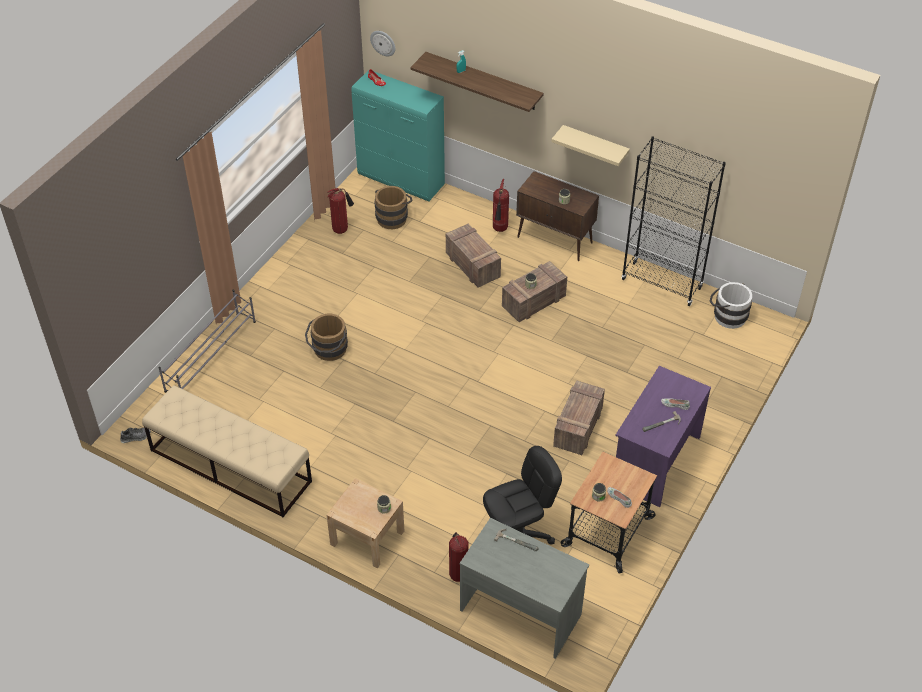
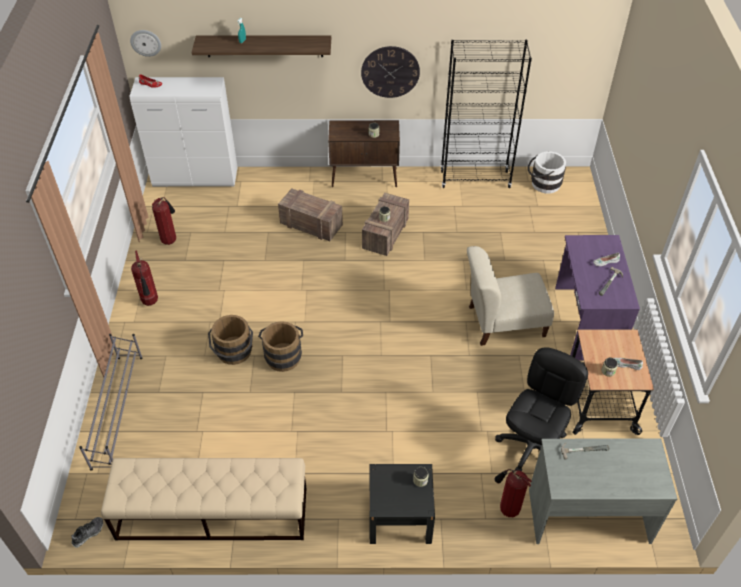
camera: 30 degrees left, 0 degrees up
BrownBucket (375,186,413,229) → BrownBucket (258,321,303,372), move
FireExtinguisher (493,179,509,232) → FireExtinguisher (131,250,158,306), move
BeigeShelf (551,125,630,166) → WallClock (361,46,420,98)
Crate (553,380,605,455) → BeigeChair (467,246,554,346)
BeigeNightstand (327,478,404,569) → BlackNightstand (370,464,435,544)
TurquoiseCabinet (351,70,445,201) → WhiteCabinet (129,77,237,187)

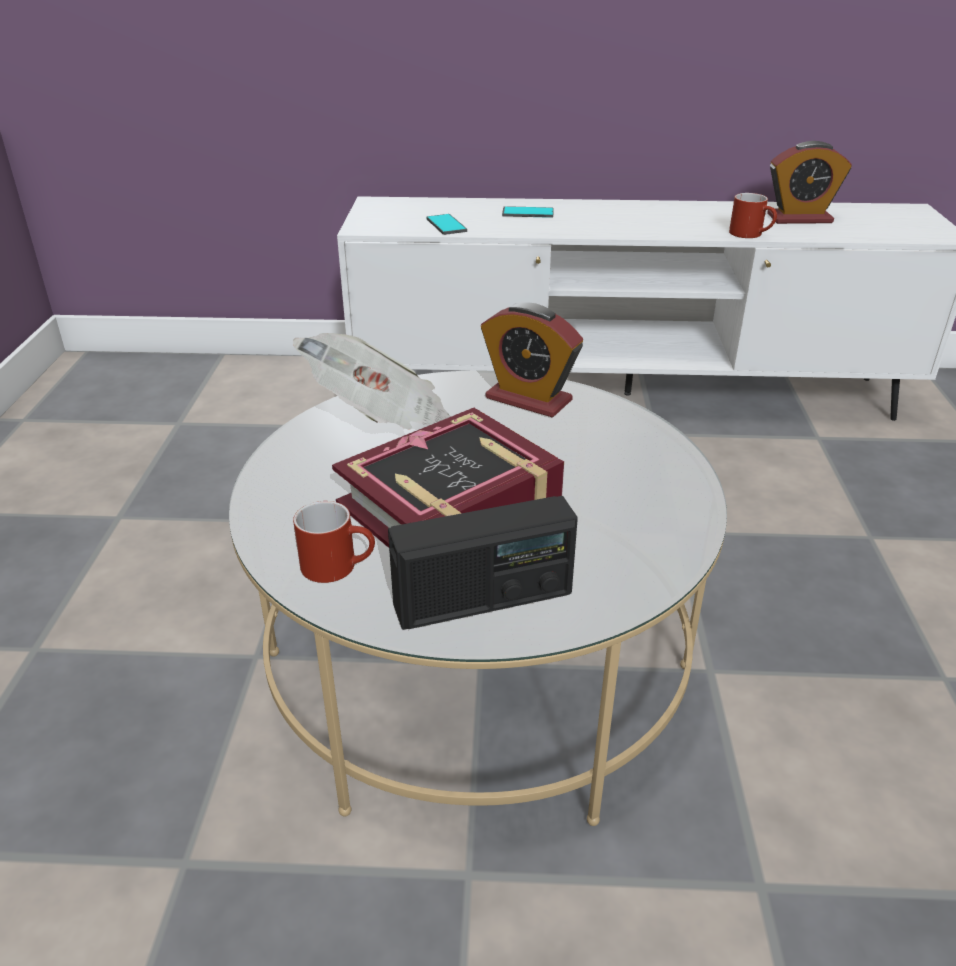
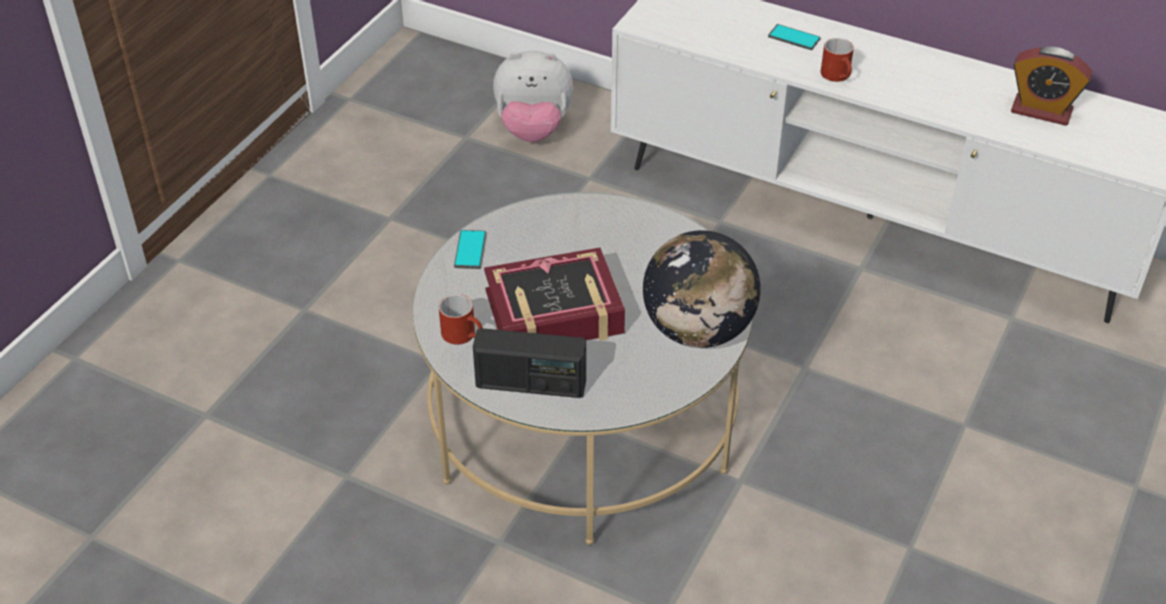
camera: 25 degrees right, 10 degrees up
Newspaper (293,333,451,430) → -
AlarmClock (481,302,583,417) → -
- → PlushToy (493,51,573,142)
- → Globe (643,230,761,348)
Phone (426,214,467,235) → Phone (454,230,486,269), move
RedMug (729,193,777,238) → RedMug (821,38,854,82), move

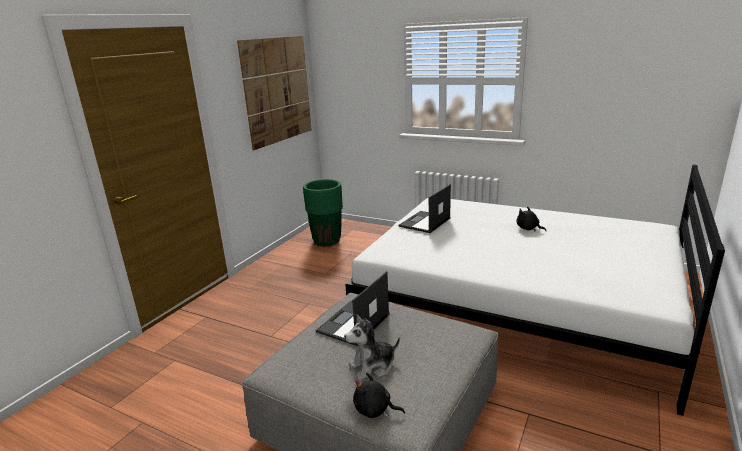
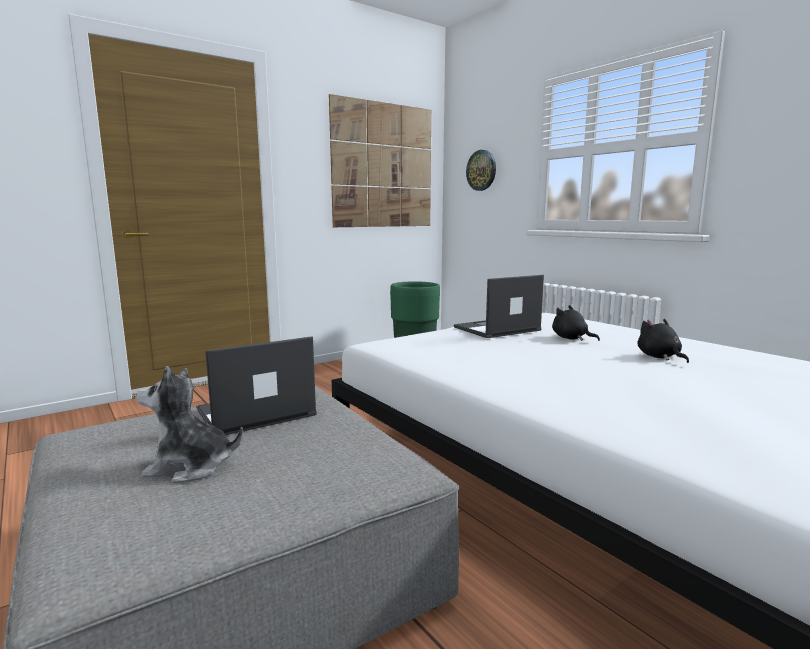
camera: 25 degrees right, 10 degrees down
- → WallClock (466,150,496,191)
BlackPlushToy (353,373,405,418) → BlackPlushToy (552,305,600,341), move

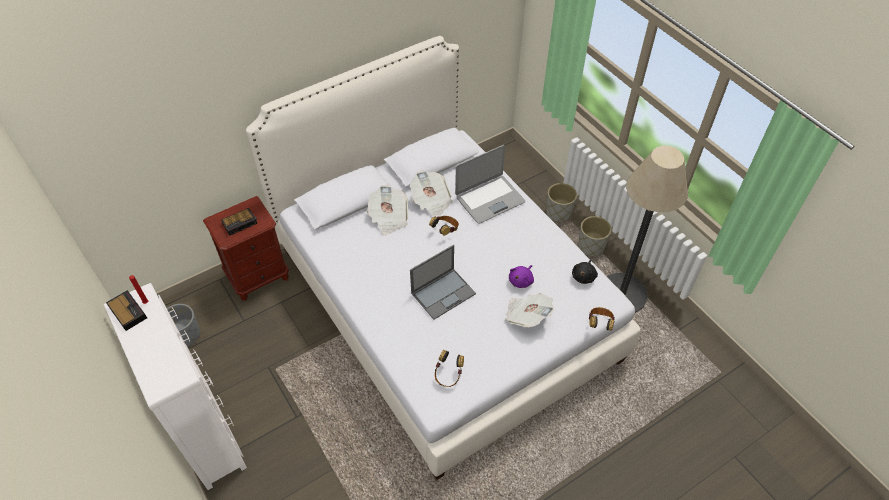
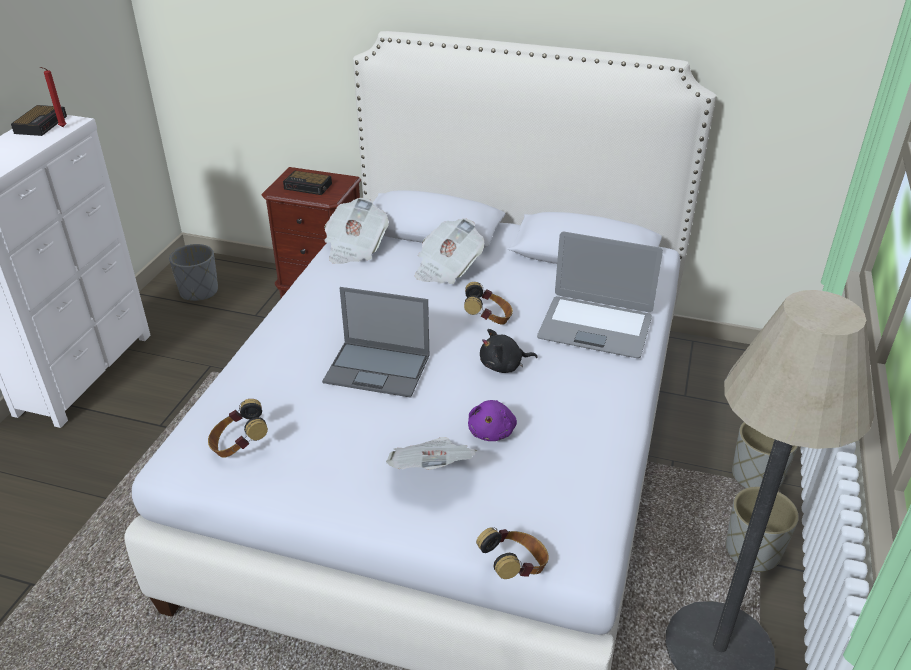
camera: 50 degrees right, 15 degrees down
Newspaper (410,170,453,217) → Newspaper (324,198,389,264), move
BlackPlushToy (572,260,598,284) → BlackPlushToy (480,329,538,373), move
PurplePlushToy (509,265,534,288) → PurplePlushToy (468,400,517,441), 75 degrees counterclockwise

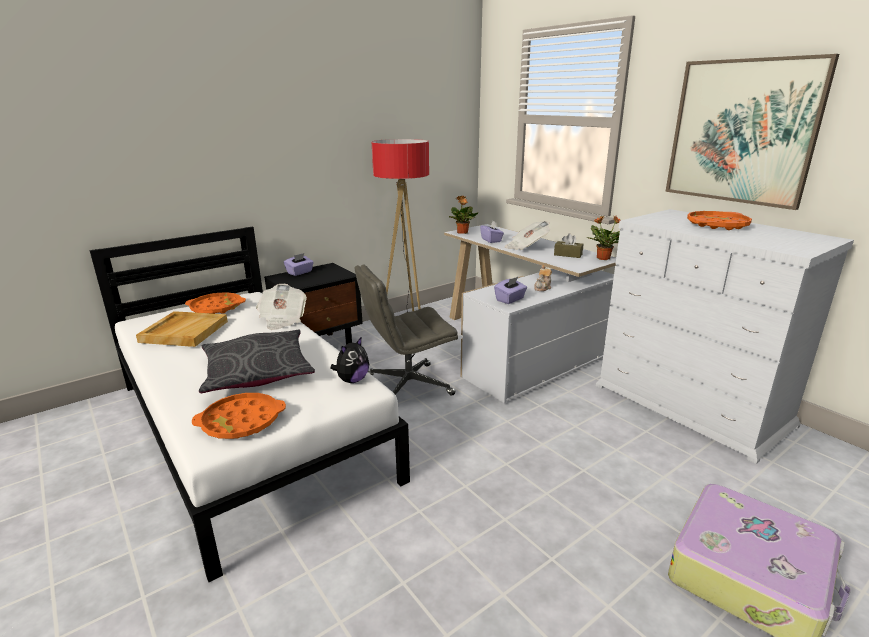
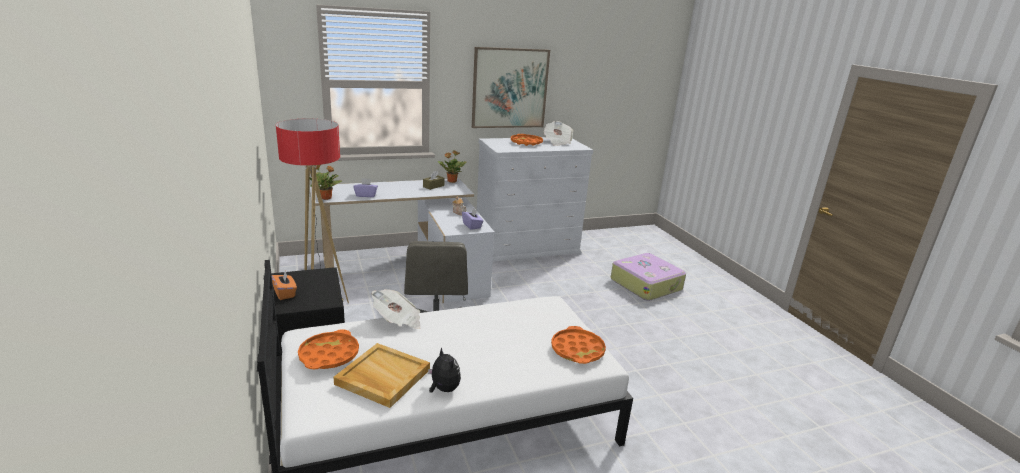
camera: 75 degrees left, 0 degrees up
GreyPillow (199,330,315,393) → -
PlushToy (330,338,369,383) → PlushToy (428,347,461,393), move
Newspaper (505,221,550,250) → Newspaper (543,121,573,146), move
PurpleTissueBox (284,253,314,276) → OrangeTissueBox (272,271,297,300)

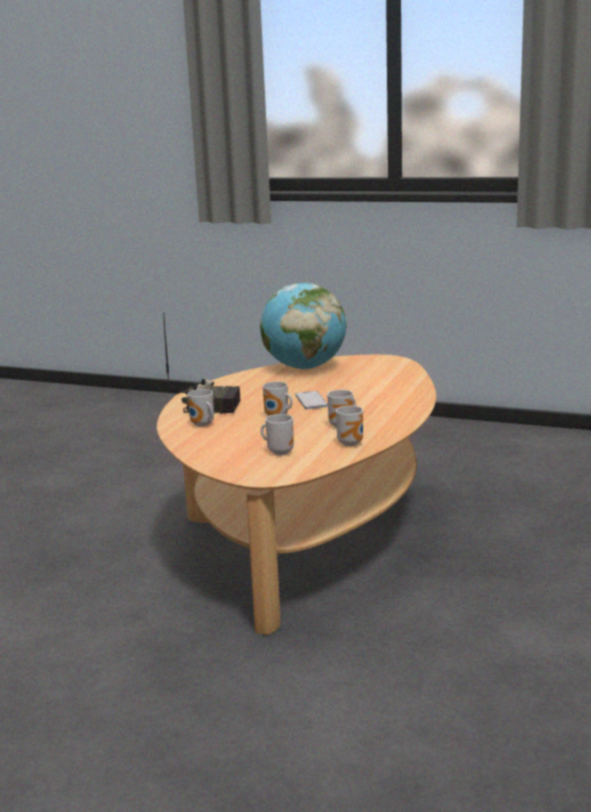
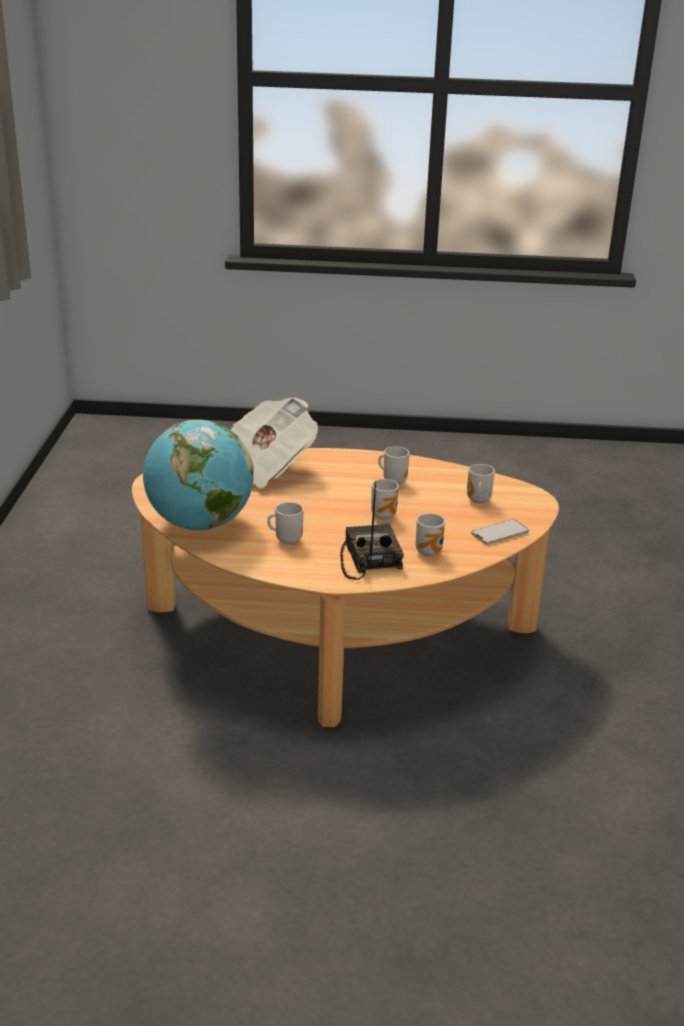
camera: 110 degrees left, 10 degrees up
- → Newspaper (230,398,318,488)
Phone (296,391,328,409) → Phone (471,519,529,545), move
Mug (336,406,363,446) → Mug (267,502,304,545), move

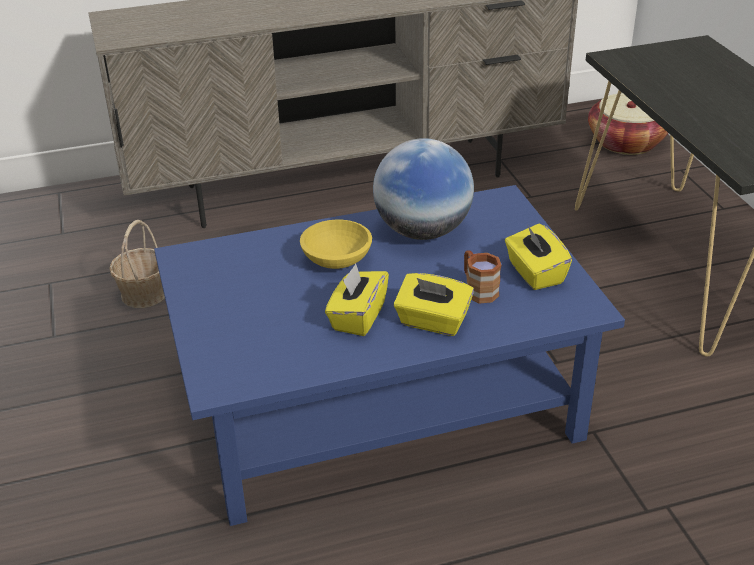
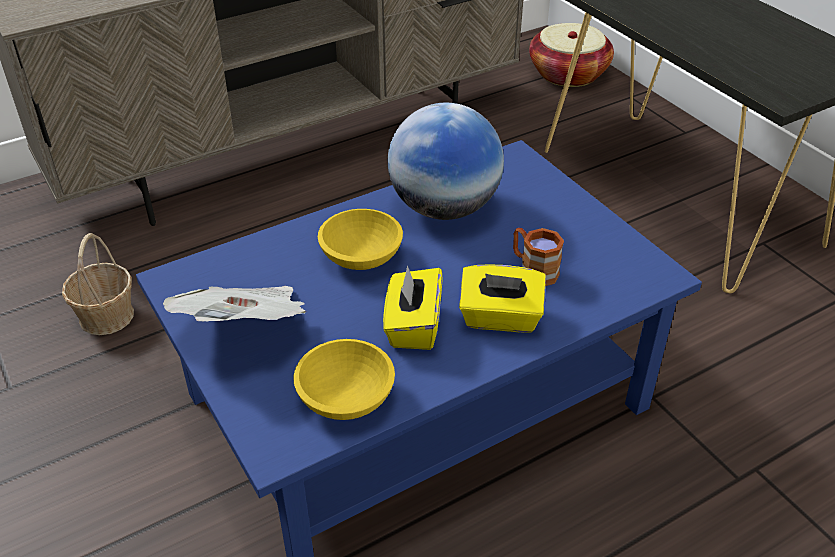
camera: 15 degrees left, 5 degrees up
YellowTissueBox (505,224,572,290) → -
- → Newspaper (163,286,306,321)
- → YellowBowl (294,339,395,420)

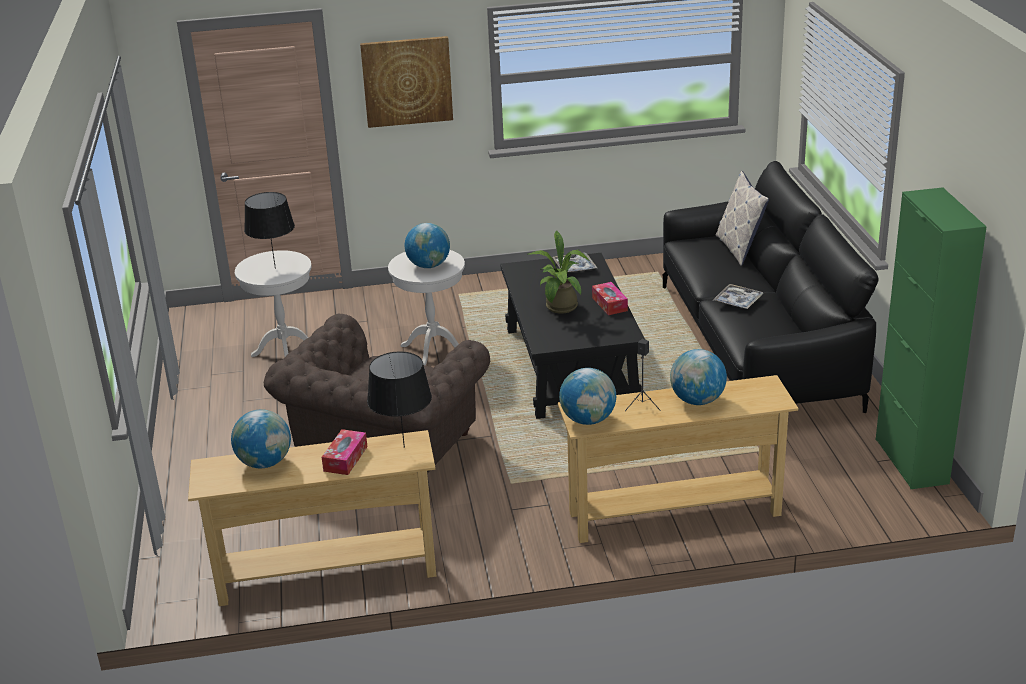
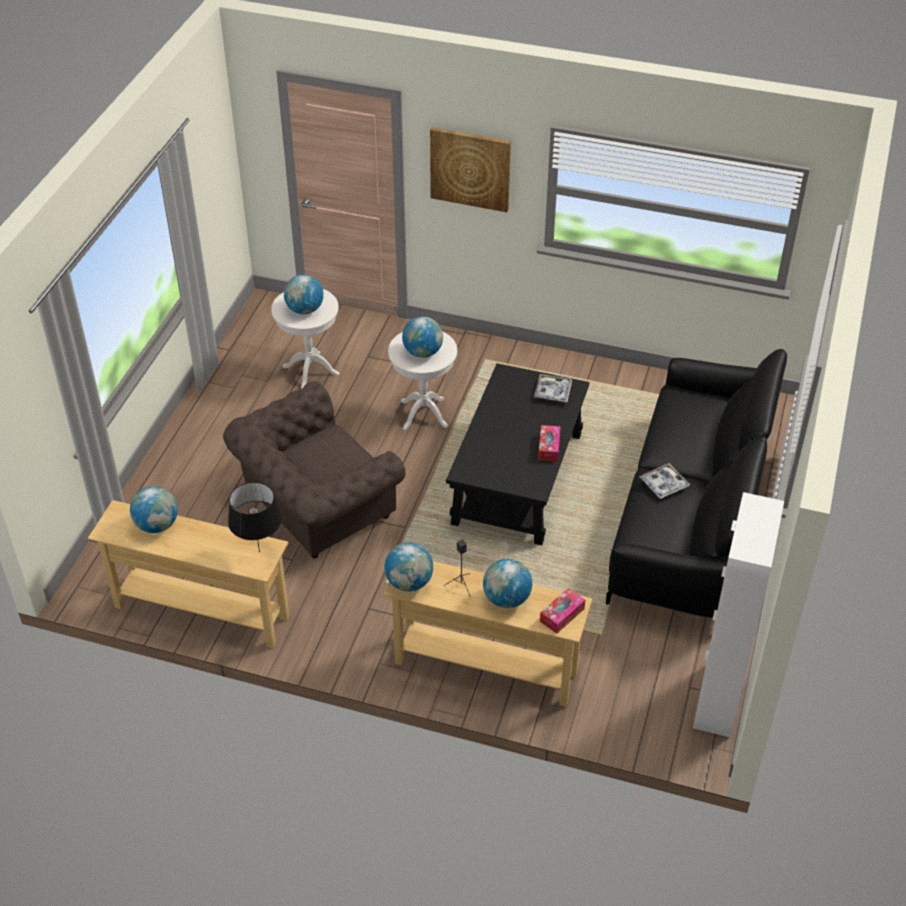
camera: 25 degrees right, 15 degrees up
PottedPlant (528,231,590,314) → -
Pillow (716,171,769,266) → -
TissueBox (322,429,367,475) → TissueBox (540,588,585,634), move
BlackTableLamp (244,192,295,269) → Globe (284,274,324,314)
GreenCabinet (876,187,987,489) → WhiteCabinet (693,492,784,737)

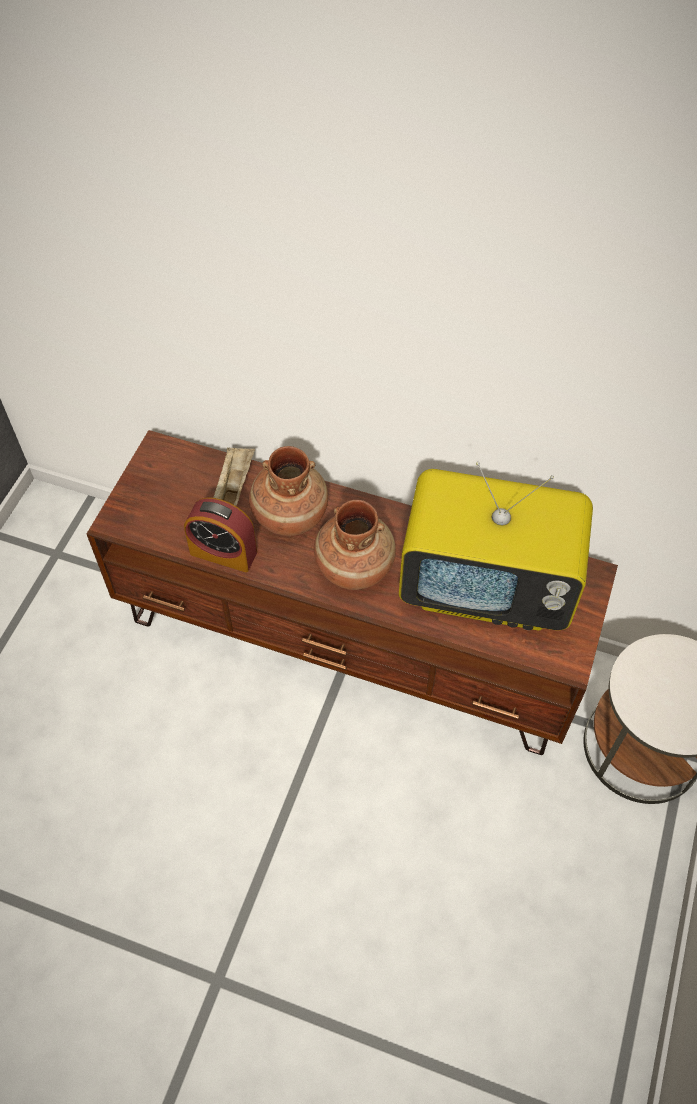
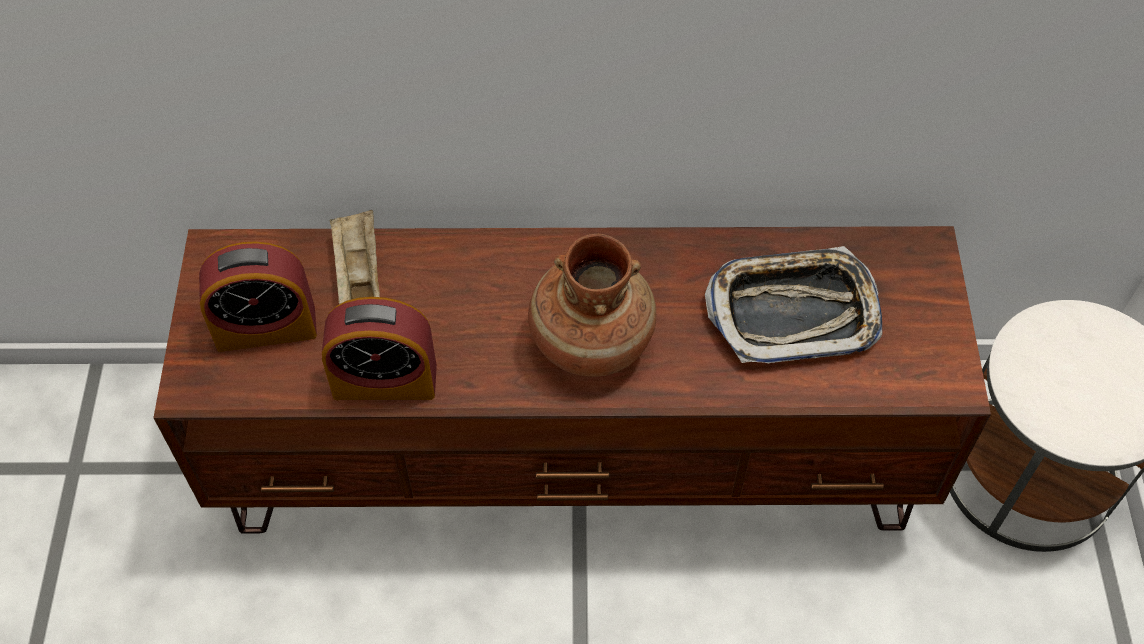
camera: 20 degrees left, 0 degrees up
BrownVase (249,446,328,536) → -
- → AlarmClock (199,241,317,352)
Television (399,462,593,630) → Tray (705,246,883,363)

